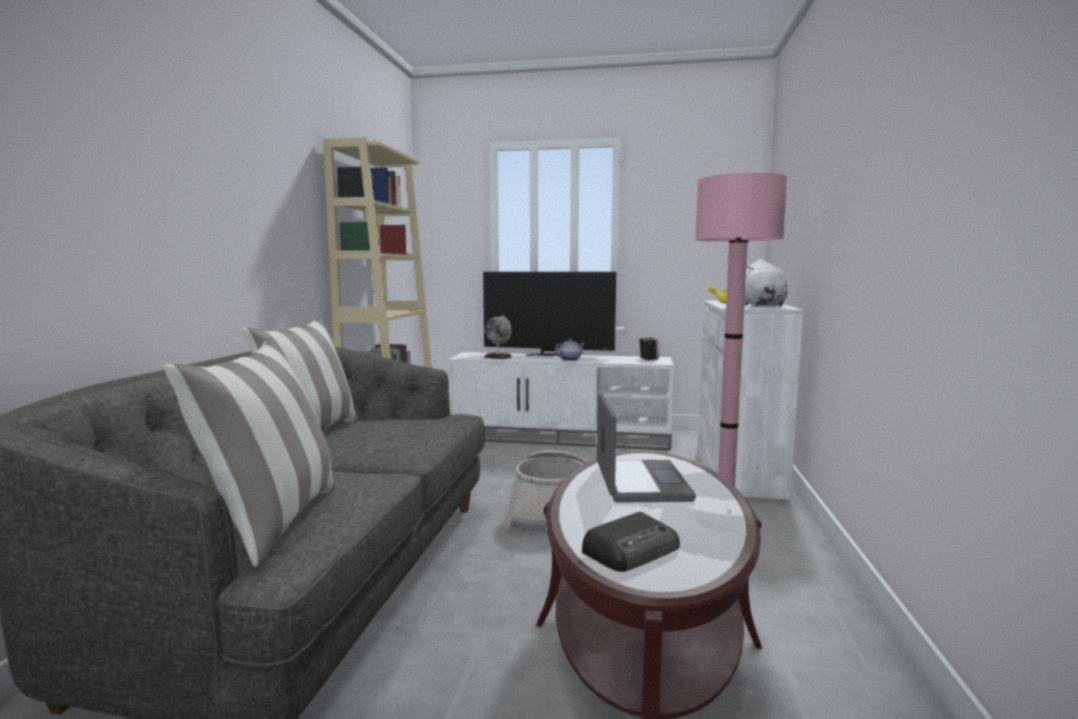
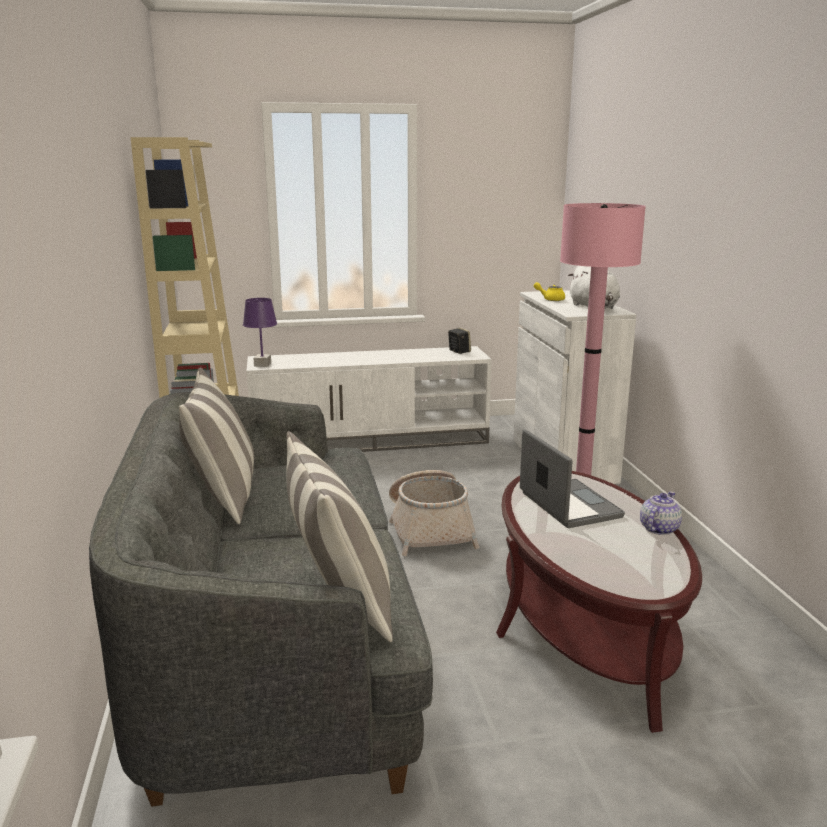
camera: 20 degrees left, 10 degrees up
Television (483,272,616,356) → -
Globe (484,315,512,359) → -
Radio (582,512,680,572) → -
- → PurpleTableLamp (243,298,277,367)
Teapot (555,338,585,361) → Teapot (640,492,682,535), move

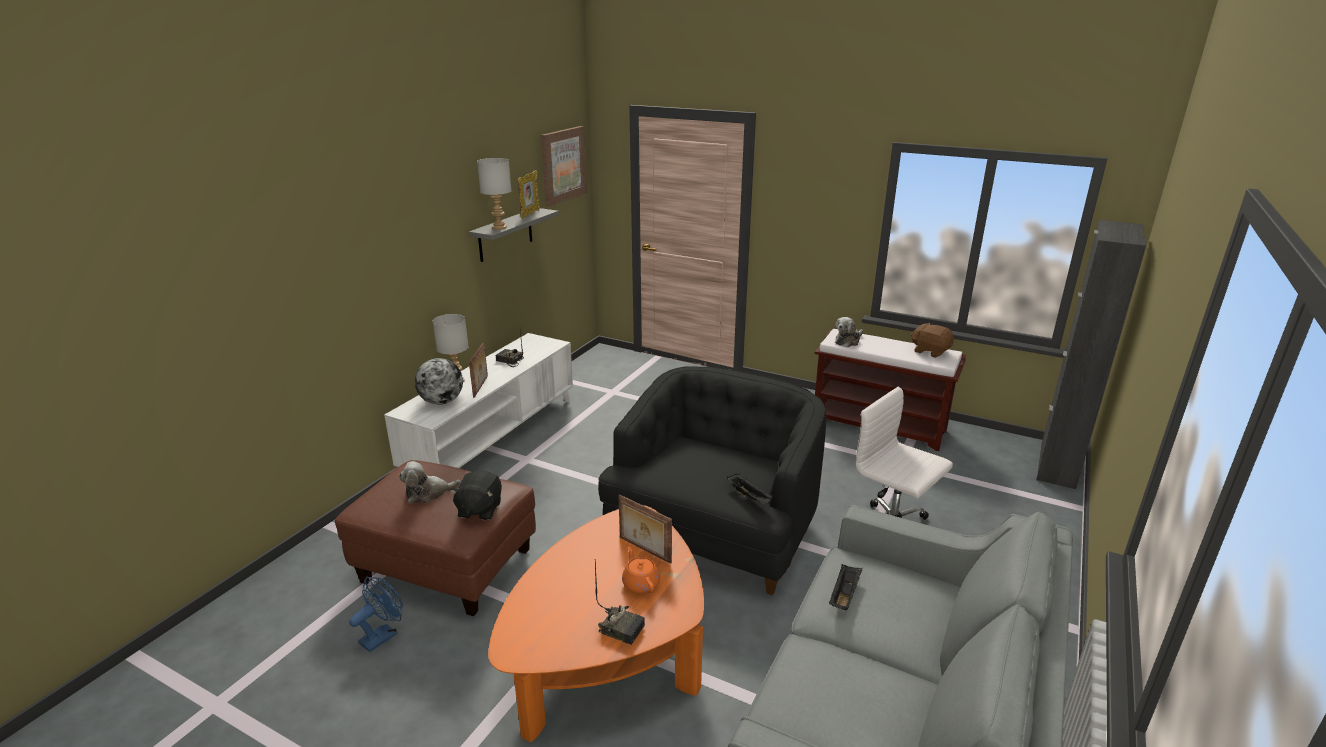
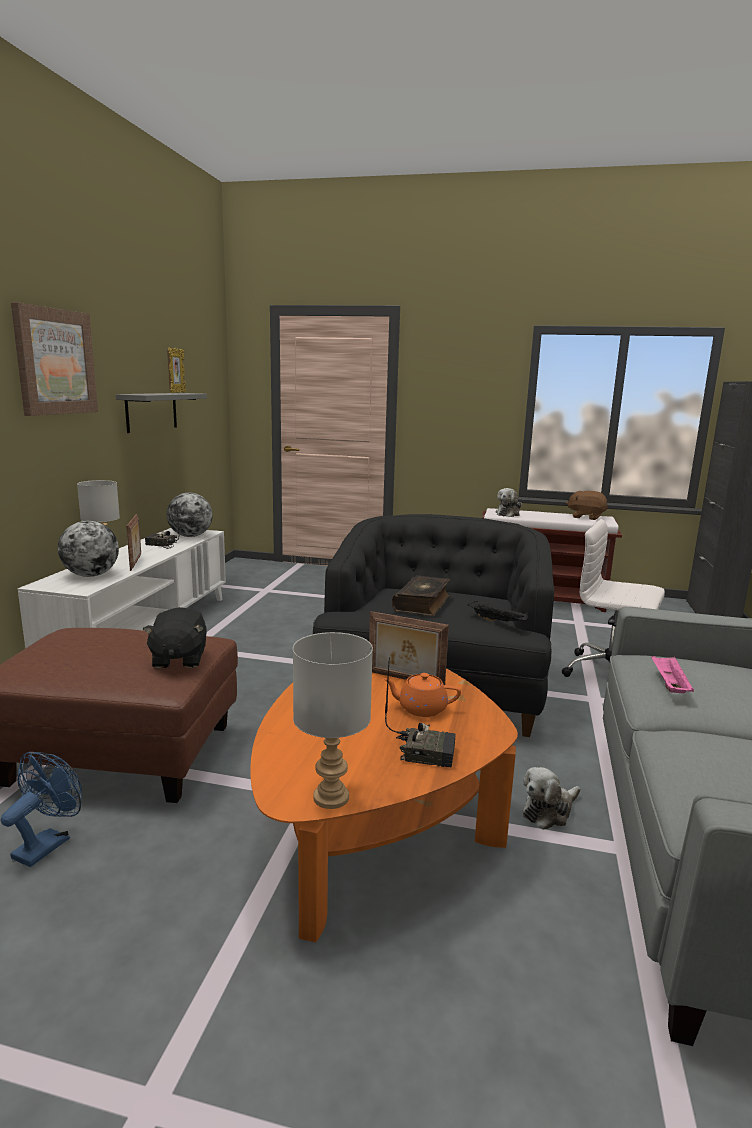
camera: 15 degrees left, 10 degrees down
- → Globe (167,493,212,537)
- → Book (392,575,450,616)
PlushToy (399,461,461,503) → PlushToy (523,767,580,829), move
GreyTableLamp (477,158,512,230) → GreyTableLamp (293,632,373,809), move
Picture (541,126,587,206) → Picture (11,302,98,416), move
BlackTray (829,564,863,611) → PinkTray (651,655,694,693)
OrangeTeapot (622,547,660,594) → OrangeTeapot (383,673,461,717), 45 degrees counterclockwise

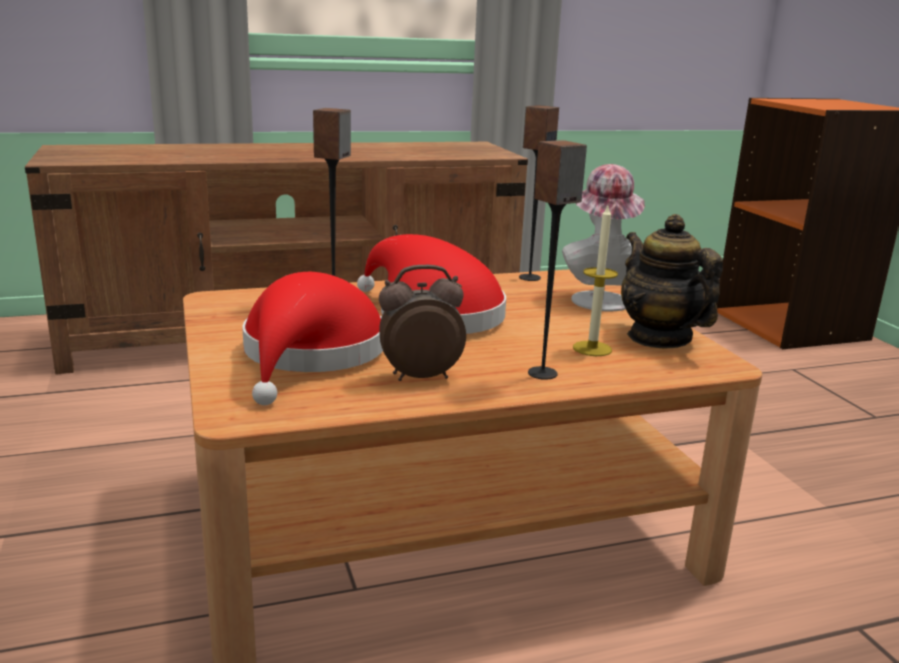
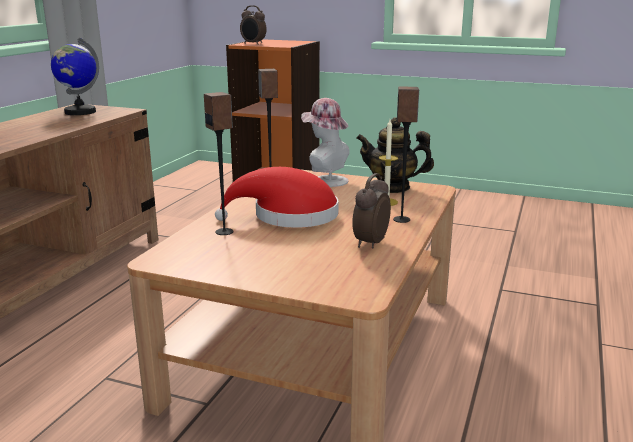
camera: 50 degrees left, 0 degrees up
RedHat (242,272,383,405) → -
- → Globe (51,38,99,115)
- → AlarmClock (240,6,267,45)

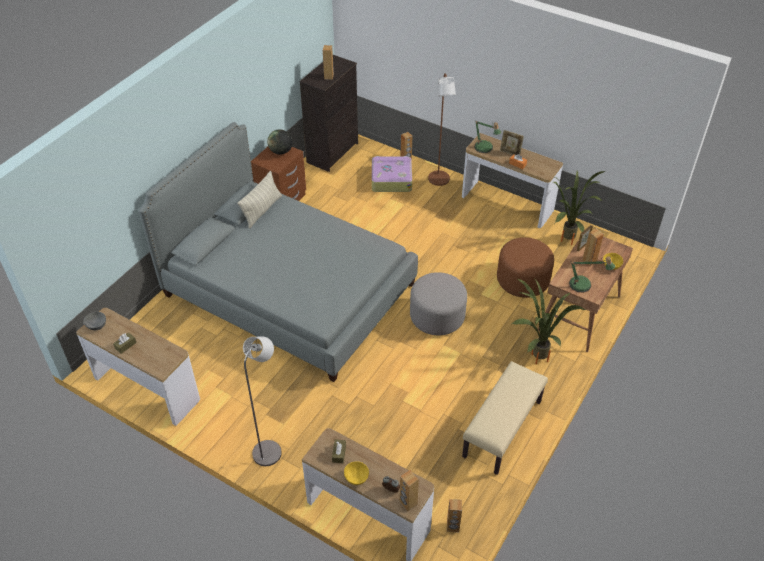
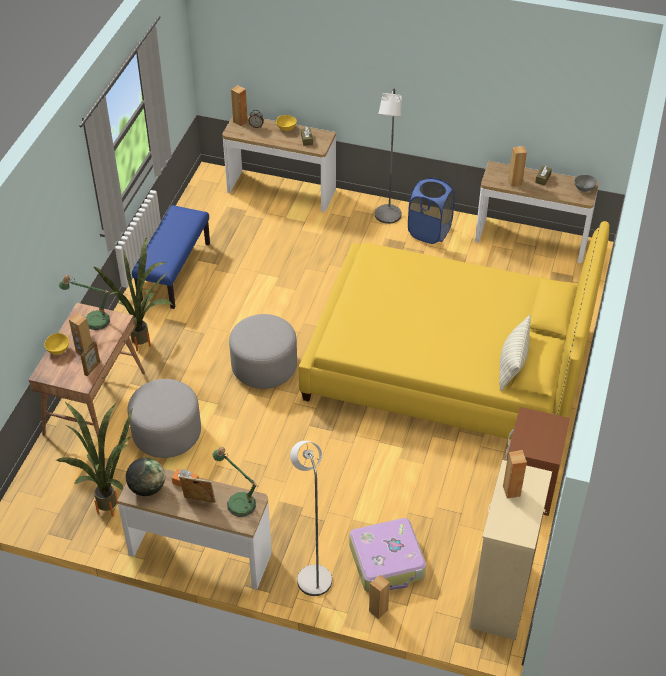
camera: 165 degrees right, 0 degrees up
- → BlueLaundryBasket (408,178,455,244)
Globe (267,129,292,155) → Globe (126,457,165,496), move
BrownSpeaker (447,499,462,532) → BrownSpeaker (508,146,527,186), move
GreyBed (139,122,418,382) → YellowBed (298,221,609,439)
BlackDresser (300,55,358,172) → BeigeDresser (470,460,552,640)
BrownFloorLamp (428,73,456,186) → GreyFloorLamp (290,441,332,596)
BeigeBench (462,361,548,475) → BlueBench (132,205,210,309)
BrownOttoman (497,237,554,298) → GreyOttoman (127,379,201,458)

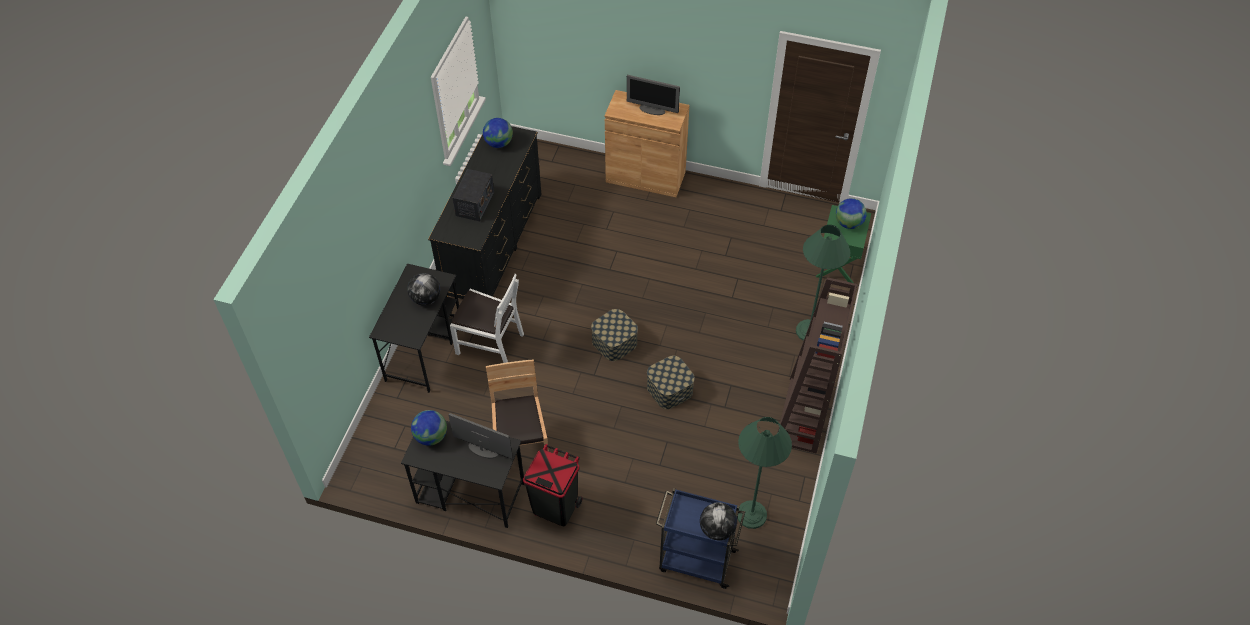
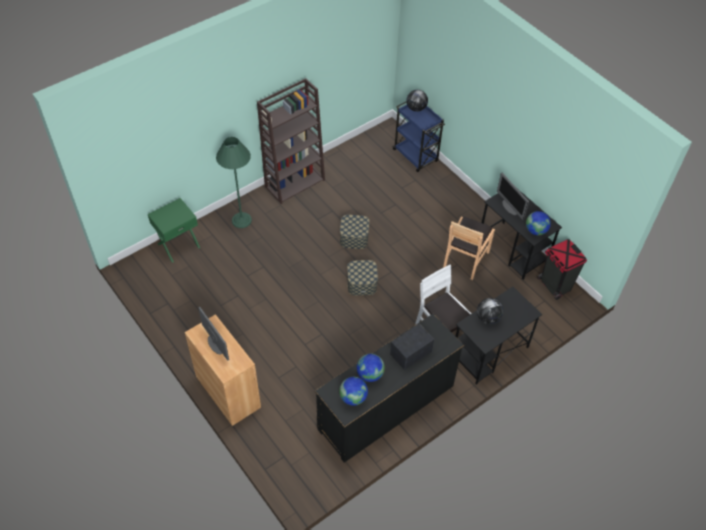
camera: 145 degrees left, 0 degrees up
GreenFloorLamp (738,417,792,529) → -
BlackTrashCan (523,444,583,526) → BlackTrashCan (537,239,587,300), move
Globe (836,198,867,229) → Globe (357,354,385,382), move

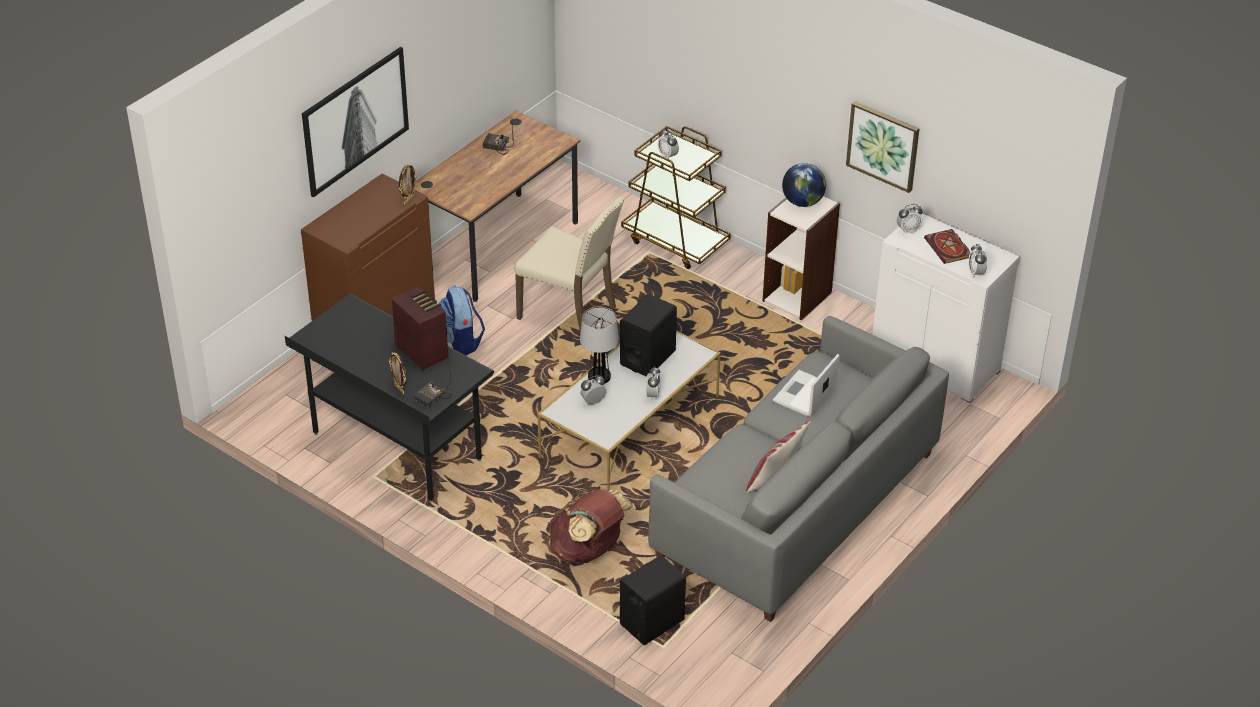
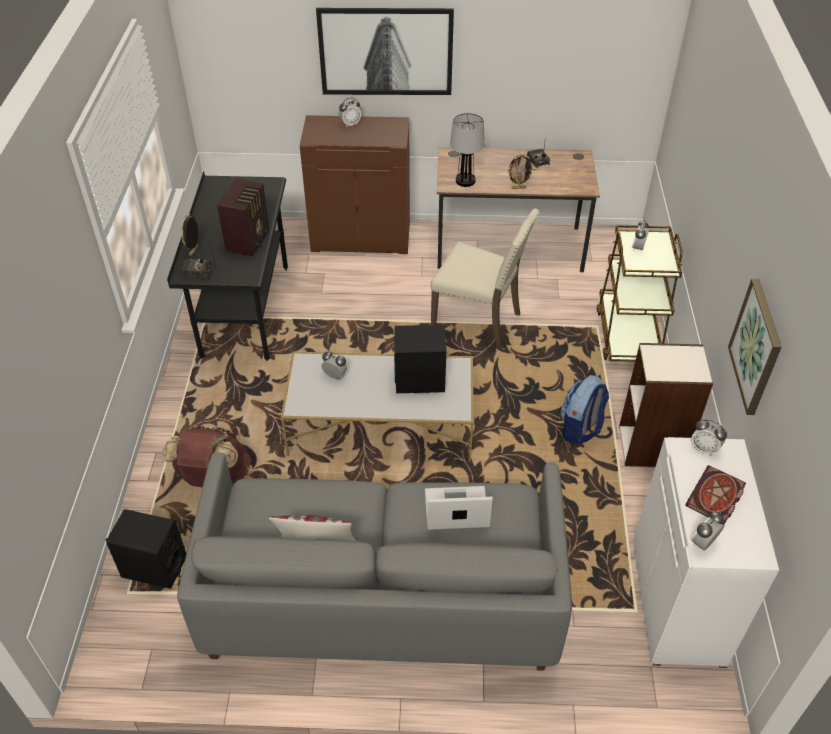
camera: 55 degrees right, 5 degrees up
Globe (782,163,826,207) → -
PictureFrame (399,164,417,205) → PictureFrame (507,154,534,189), move
Backpack (440,285,485,355) → Backpack (561,375,609,445), move
TableLamp (580,306,619,383) → TableLamp (450,113,485,187), move
AlarmClock (646,367,660,400) → AlarmClock (339,98,361,128), move
BeigeChair (514,197,624,333) → BeigeChair (430,208,540,348), 60 degrees counterclockwise

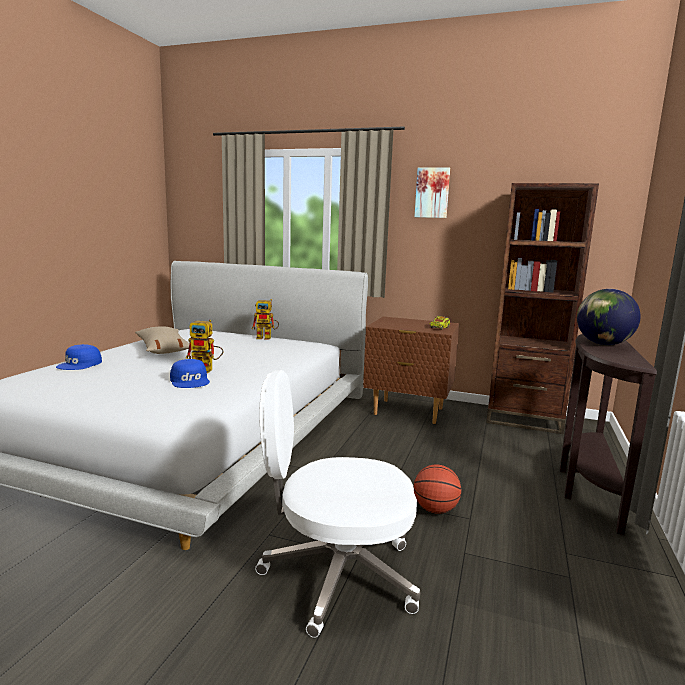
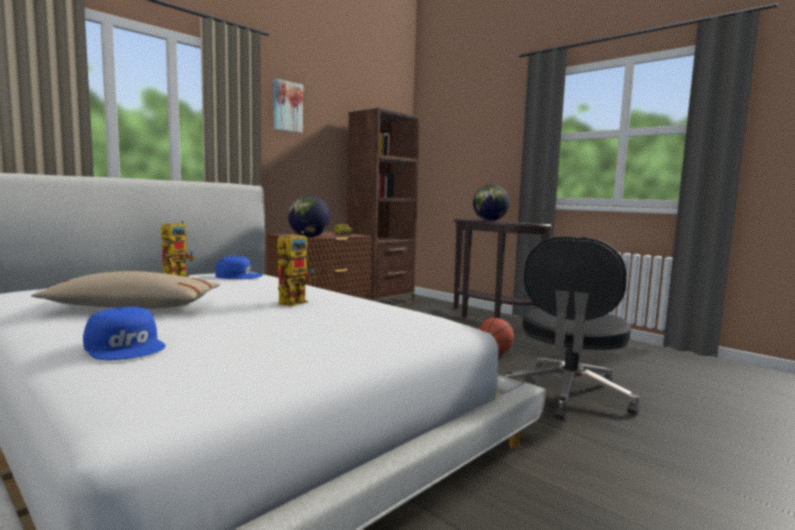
camera: 65 degrees left, 5 degrees down
- → Globe (288,195,330,237)
BlueCap (170,359,210,388) → BlueCap (215,256,263,279), move
WhiteOfficeChair (255,370,420,638) → BlackOfficeChair (505,236,640,420)

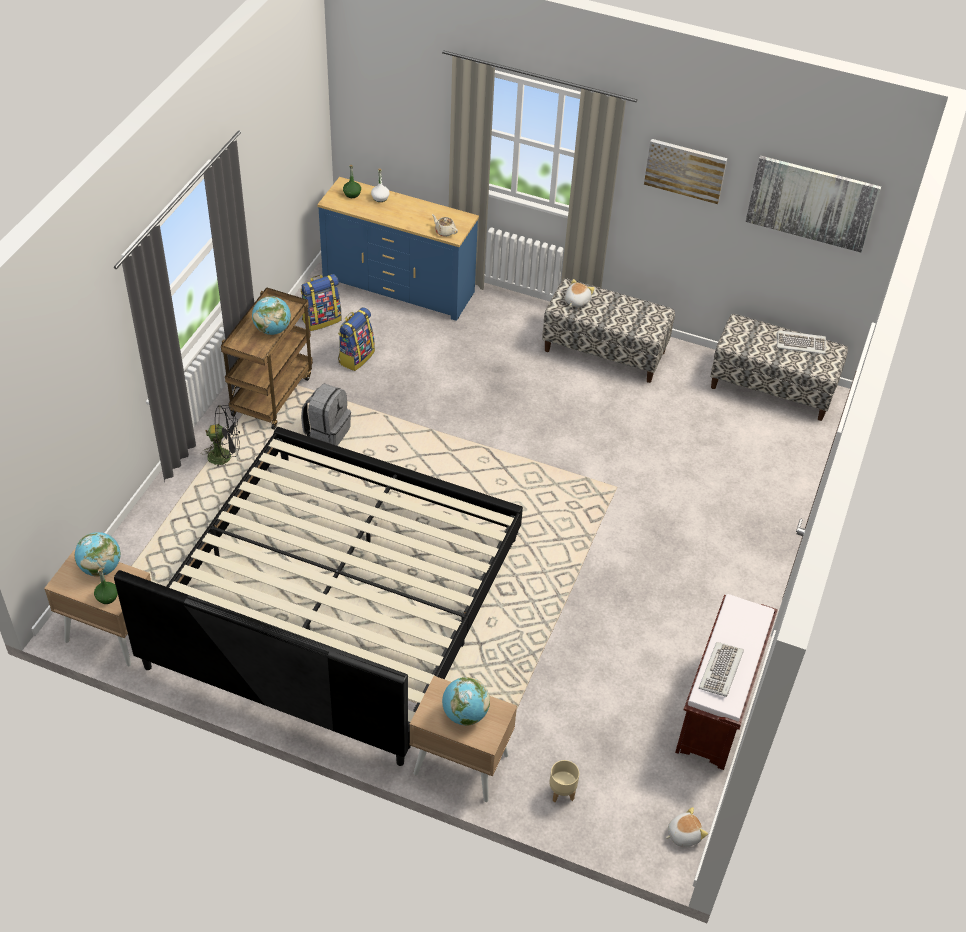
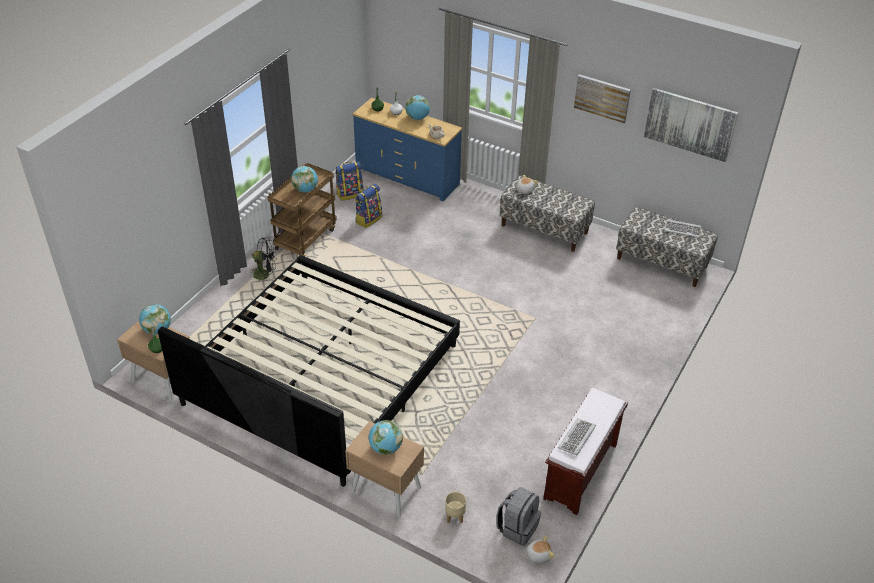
camera: 10 degrees right, 5 degrees down
- → Globe (405,95,430,120)
GreyBackpack (301,383,351,446) → GreyBackpack (496,487,541,546), move

